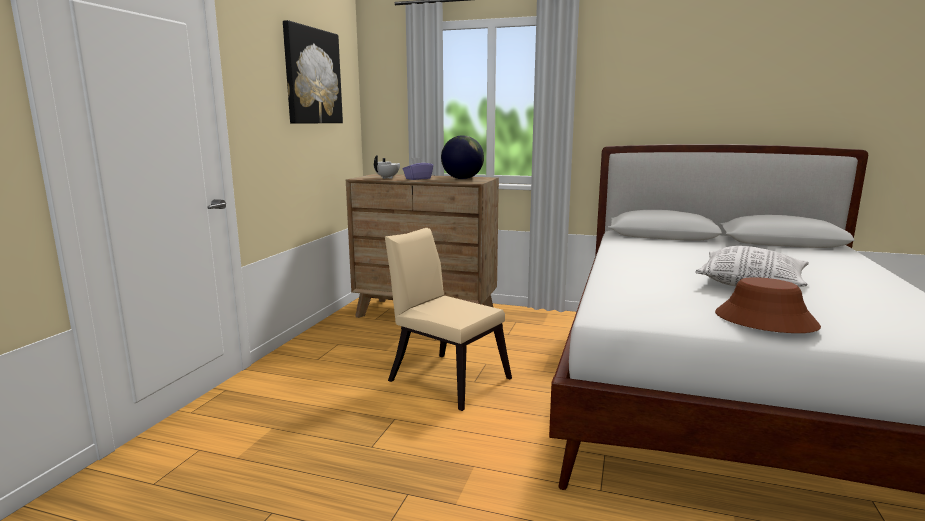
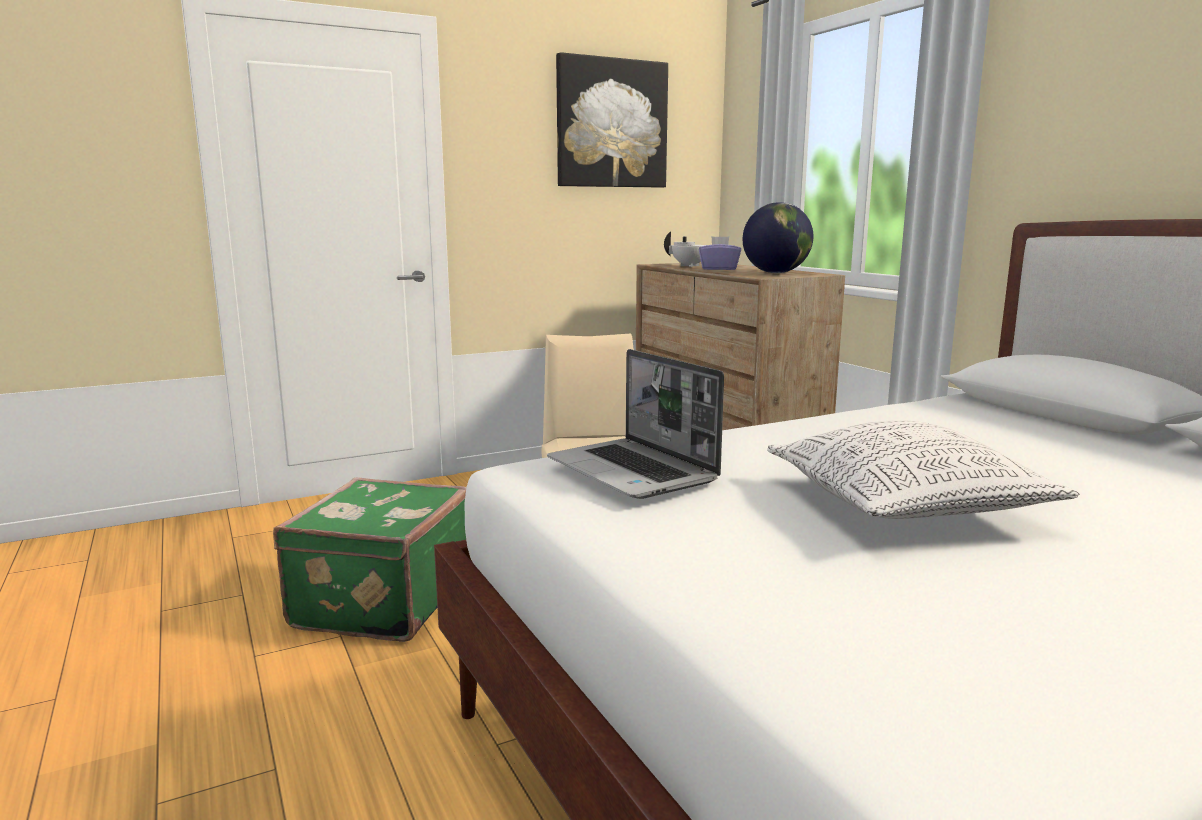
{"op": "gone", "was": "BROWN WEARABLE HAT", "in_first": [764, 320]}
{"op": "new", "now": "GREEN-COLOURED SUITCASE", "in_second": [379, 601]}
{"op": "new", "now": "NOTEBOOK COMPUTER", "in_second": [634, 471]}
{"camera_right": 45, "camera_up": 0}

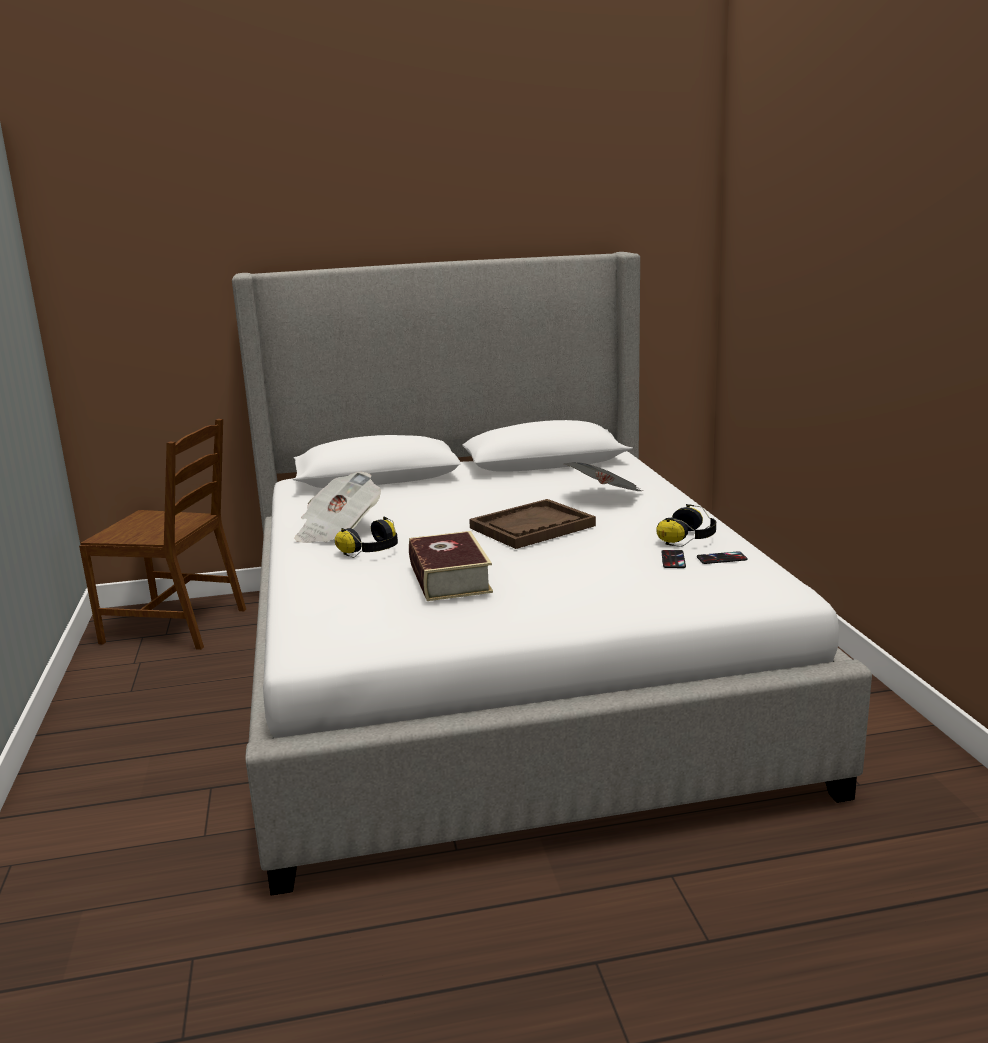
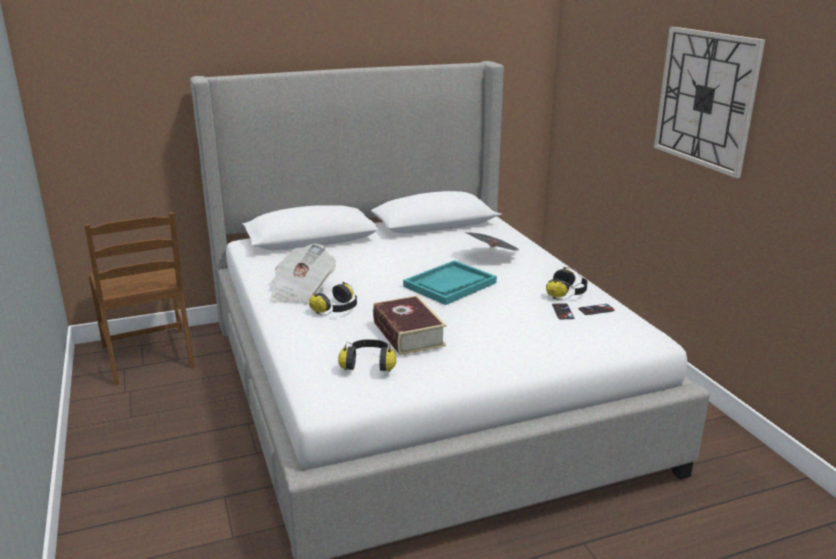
{"op": "new", "now": "HEADSET", "in_second": [368, 364]}
{"op": "new", "now": "CLOCK ON THE WALL", "in_second": [706, 99]}
{"op": "repainted", "was": "BROWN TRAY", "now": "BLUE-GREEN TRAY", "in_first": [532, 527], "in_second": [450, 285]}
{"op": "rotated", "was": "BROWN UPRIGHT CHAIR", "in_first": [177, 625], "in_second": [149, 356], "clockwise": 60}
{"camera_right": -10, "camera_up": 5}

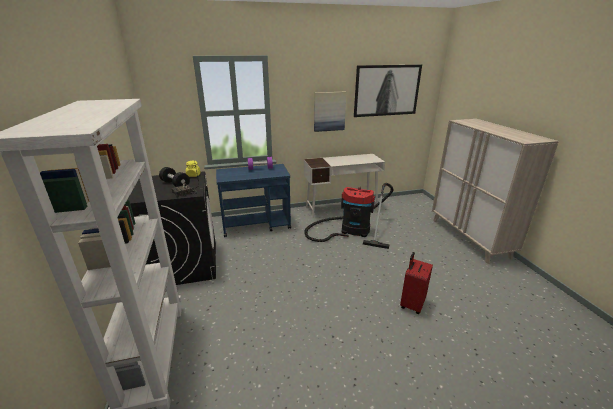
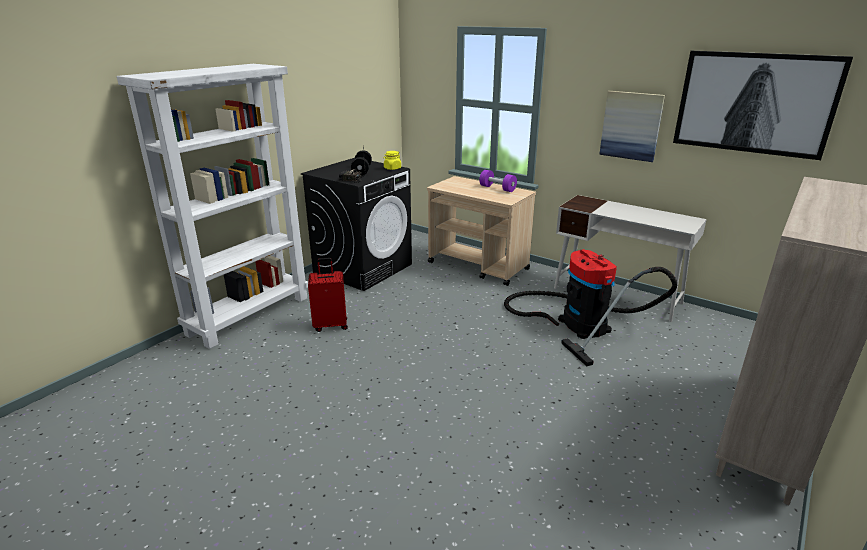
{"op": "shifted", "was": "REDDISH SUITCASE", "in_first": [411, 304], "in_second": [330, 325]}
{"op": "repainted", "was": "BLUE-COLOURED CART", "now": "BEIGE CART", "in_first": [257, 225], "in_second": [478, 266]}
{"camera_right": 50, "camera_up": 0}

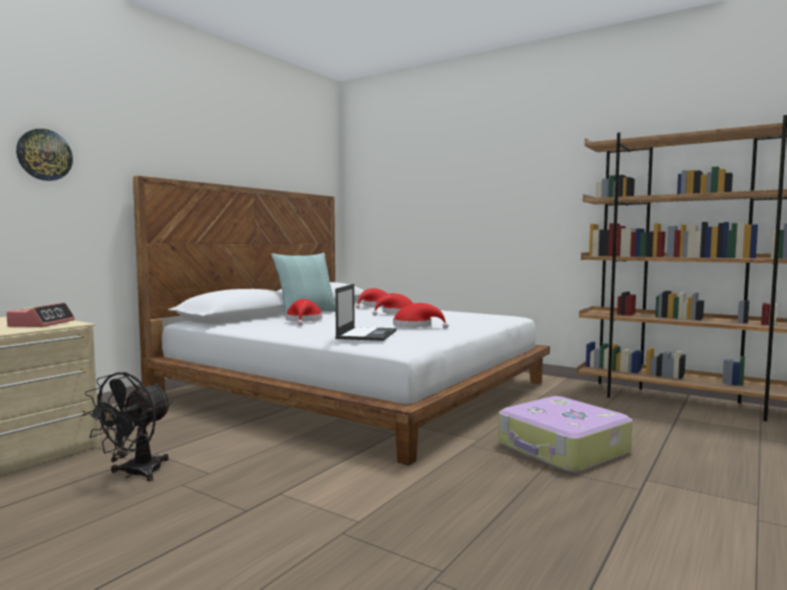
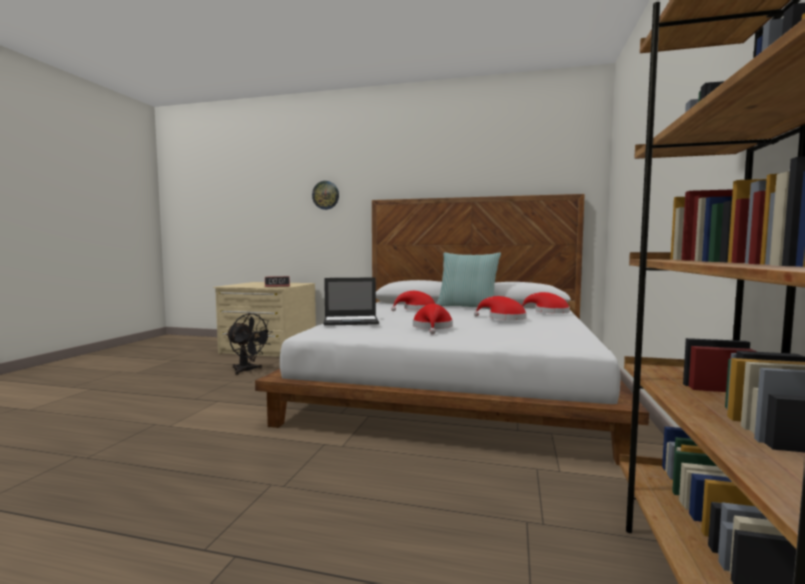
{"op": "gone", "was": "SUITCASE", "in_first": [562, 449]}
{"op": "rotated", "was": "BLACK-COLOURED ELECTRIC FAN", "in_first": [135, 474], "in_second": [247, 370], "clockwise": -150}
{"camera_right": 70, "camera_up": 0}

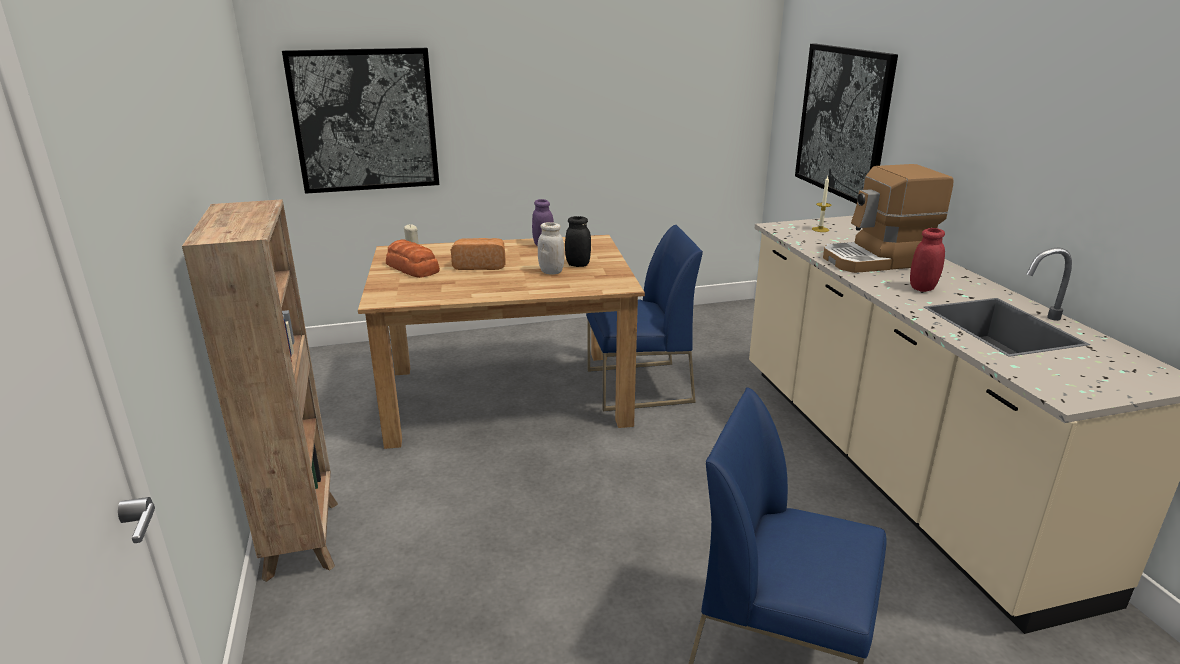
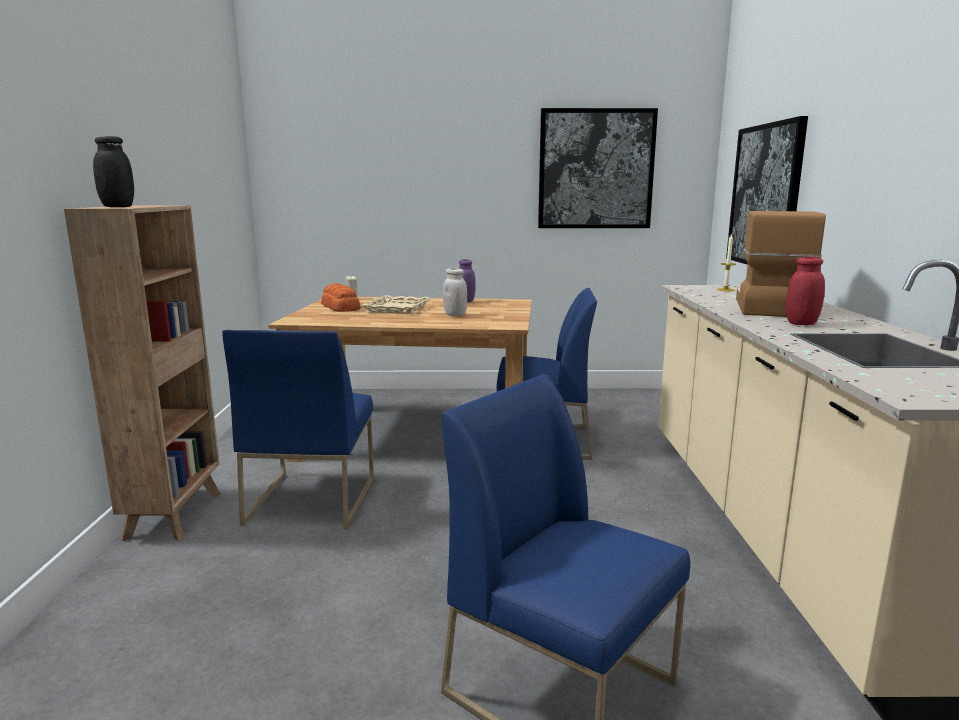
{"op": "new", "now": "BLUE-COLOURED UPRIGHT CHAIR", "in_second": [311, 499]}
{"op": "shifted", "was": "WALL ART", "in_first": [365, 121], "in_second": [595, 169]}
{"op": "shifted", "was": "BLACK-COLOURED STORAGE JAR", "in_first": [578, 264], "in_second": [117, 207]}
{"op": "swapped", "was": "BAKED BREAD", "now": "BEIGE TRAY", "in_first": [480, 265], "in_second": [398, 309]}
{"op": "rotated", "was": "COFFEE MACHINE", "in_first": [878, 260], "in_second": [769, 307], "clockwise": 105}
{"camera_right": 15, "camera_up": -10}

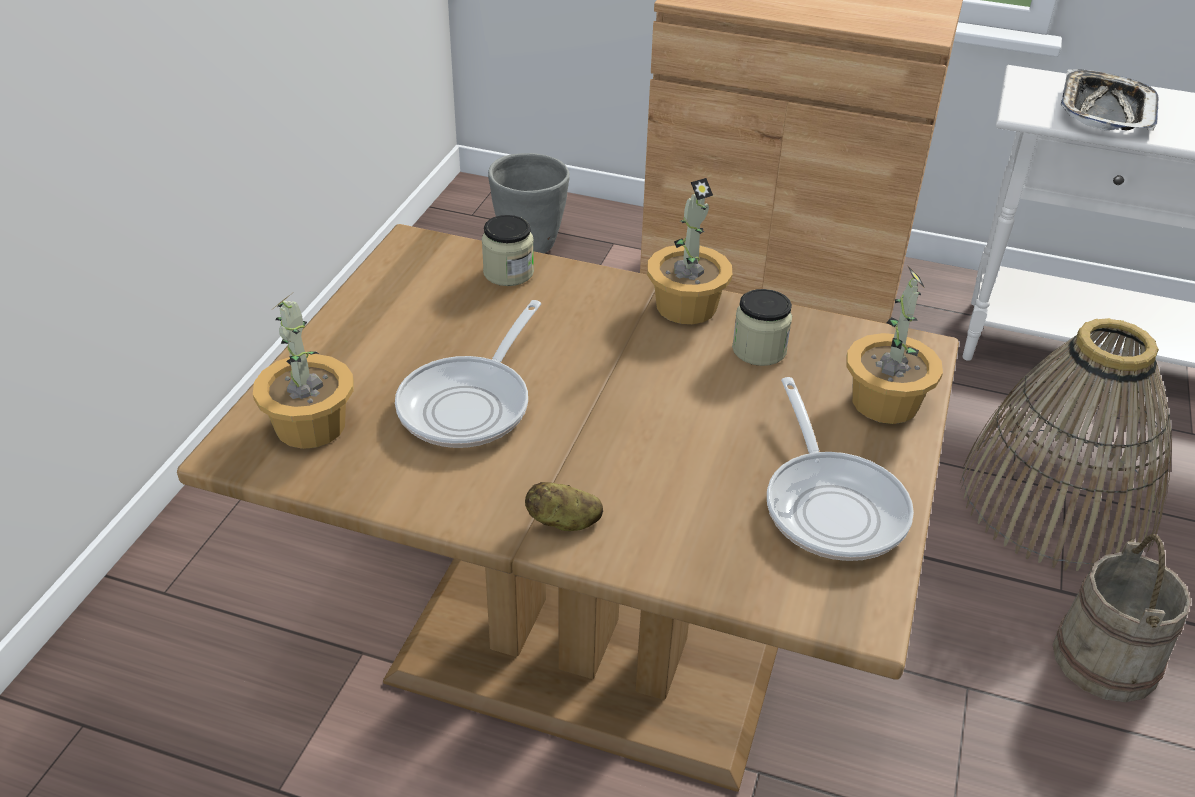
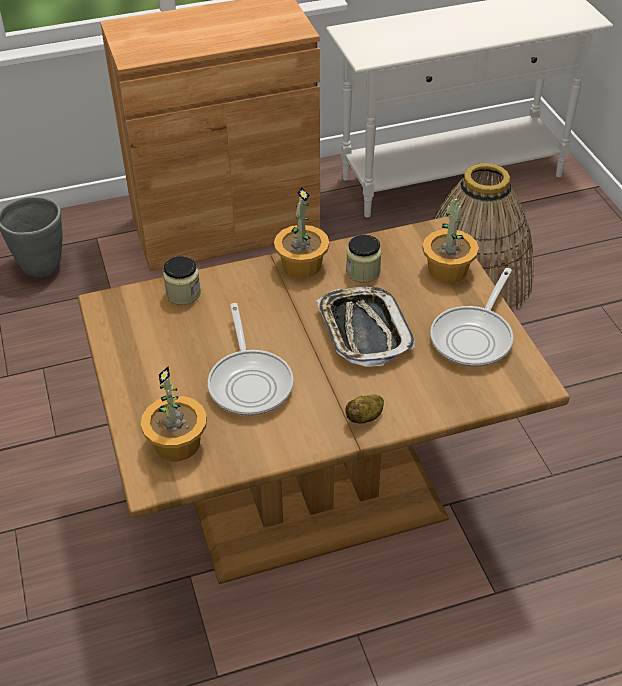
{"op": "gone", "was": "BEIGE BUCKET", "in_first": [1106, 659]}
{"op": "shifted", "was": "TRAY", "in_first": [1104, 110], "in_second": [363, 331]}
{"op": "rotated", "was": "SKILLET", "in_first": [832, 505], "in_second": [474, 337], "clockwise": 75}
{"camera_right": -35, "camera_up": 5}

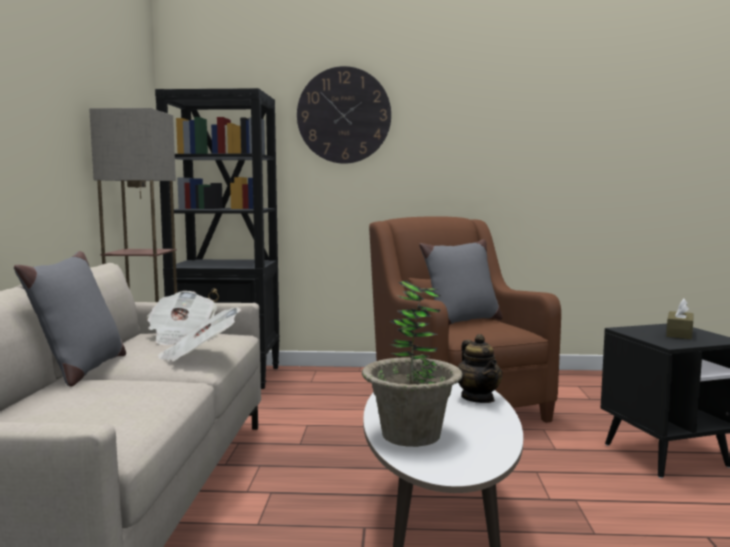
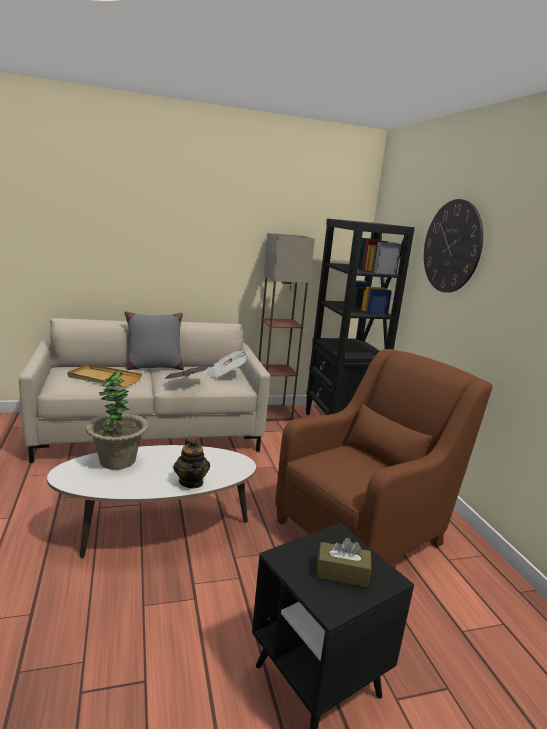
{"op": "gone", "was": "GRAY PILLOW", "in_first": [461, 321]}
{"op": "new", "now": "BEIGE TRAY", "in_second": [104, 378]}
{"op": "rotated", "was": "TEAPOT", "in_first": [478, 398], "in_second": [191, 482], "clockwise": -75}
{"camera_right": 70, "camera_up": 10}

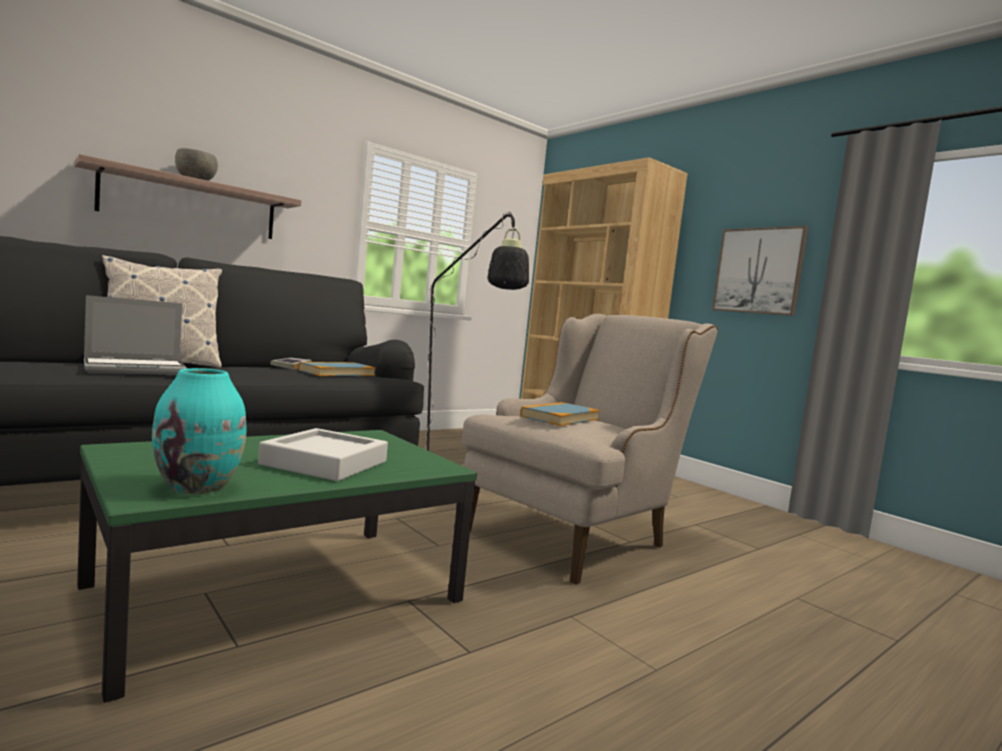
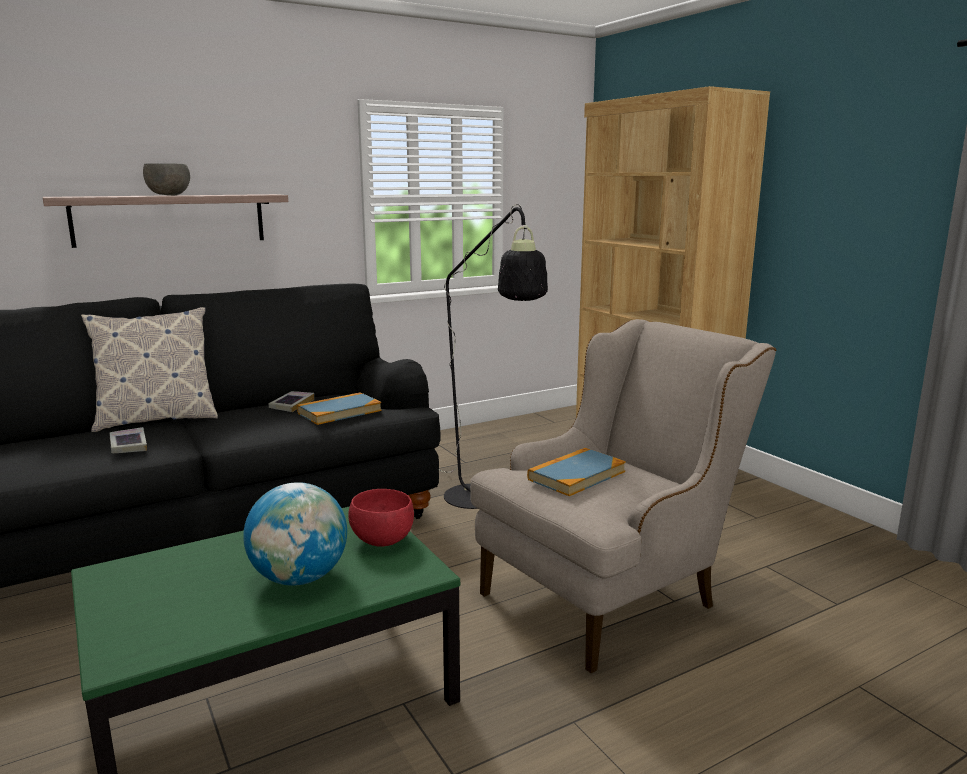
{"op": "gone", "was": "BLUE-GREEN FLOWER VASE", "in_first": [198, 487]}
{"op": "gone", "was": "WALL ART", "in_first": [758, 271]}
{"op": "new", "now": "REDDISH BOWL", "in_second": [382, 541]}
{"op": "swapped", "was": "NOTEBOOK COMPUTER", "now": "VOLUME", "in_first": [137, 369], "in_second": [128, 445]}
{"op": "swapped", "was": "GRAY TRAY", "now": "WORLD GLOBE", "in_first": [325, 463], "in_second": [299, 578]}
{"camera_right": 10, "camera_up": 10}

